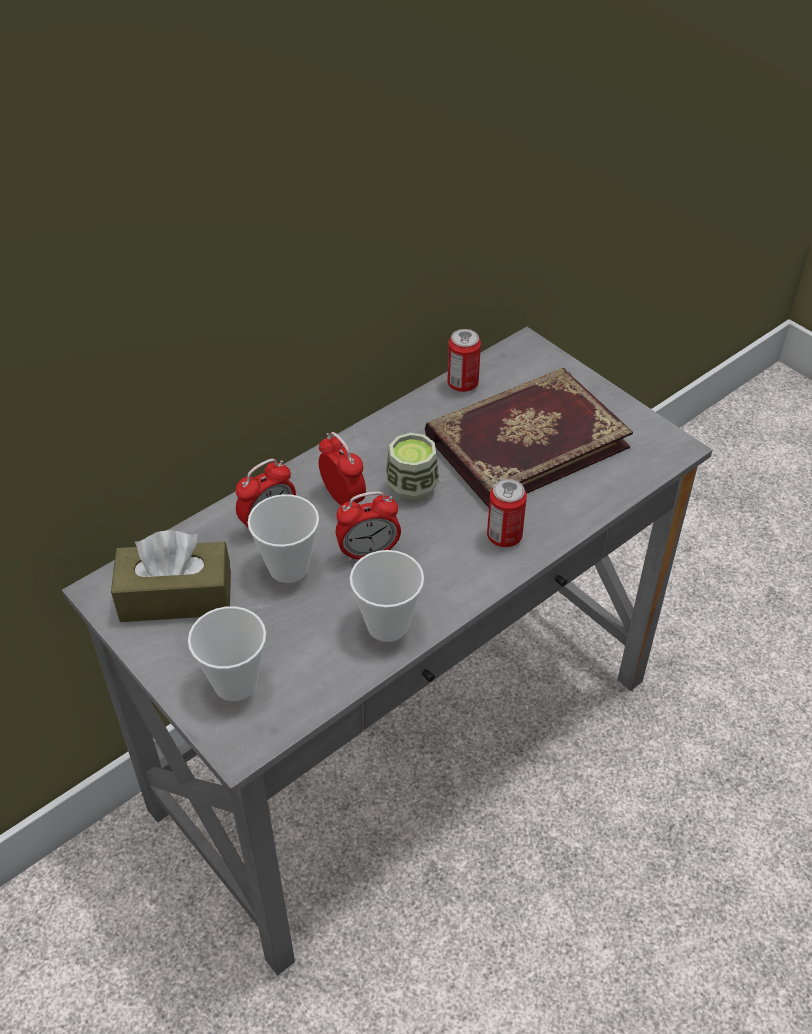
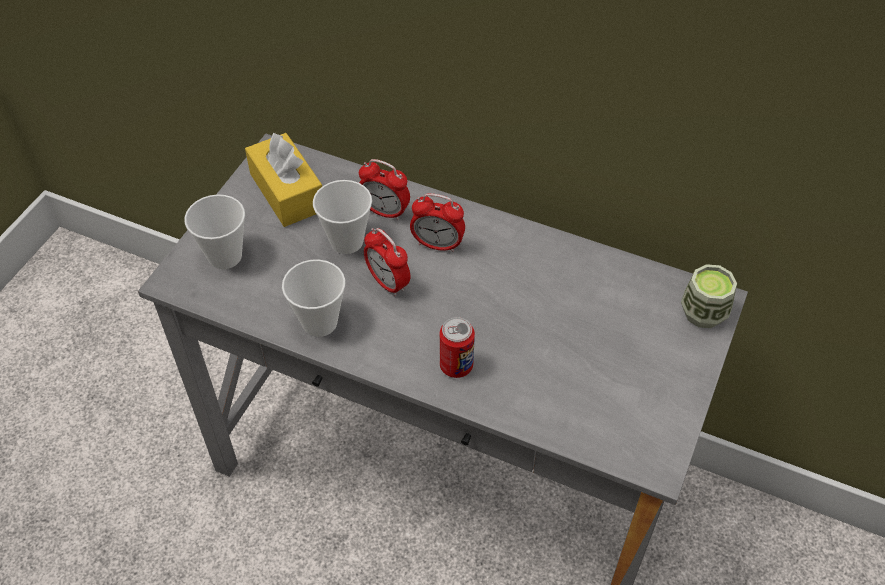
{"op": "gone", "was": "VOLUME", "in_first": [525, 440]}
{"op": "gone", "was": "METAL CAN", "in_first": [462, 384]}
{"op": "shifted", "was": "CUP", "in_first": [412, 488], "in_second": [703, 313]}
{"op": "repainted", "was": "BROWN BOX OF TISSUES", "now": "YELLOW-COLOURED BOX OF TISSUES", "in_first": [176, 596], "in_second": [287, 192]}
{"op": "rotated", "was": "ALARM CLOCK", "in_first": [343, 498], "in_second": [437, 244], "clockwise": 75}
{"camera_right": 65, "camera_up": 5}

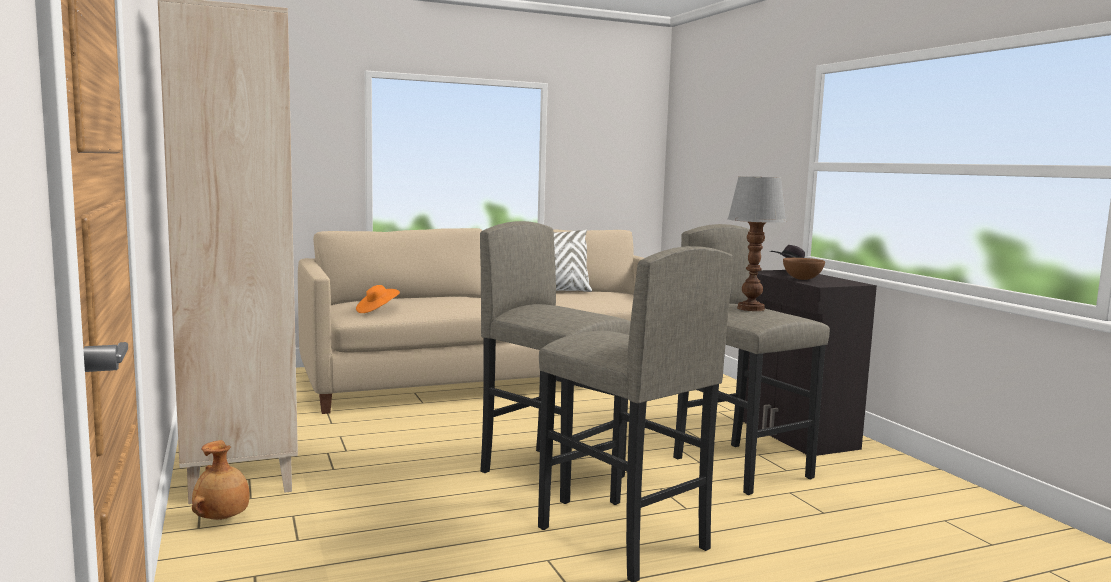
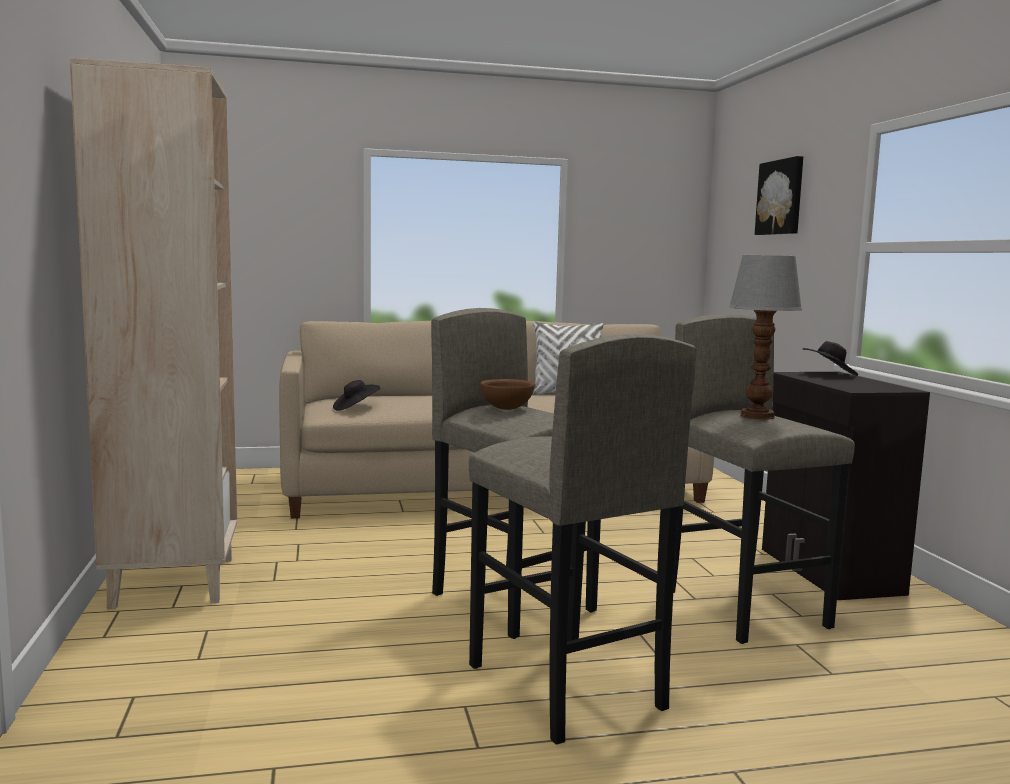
{"op": "gone", "was": "BROWN FLOWER VASE", "in_first": [222, 519]}
{"op": "new", "now": "WALL ART", "in_second": [781, 197]}
{"op": "shifted", "was": "BROWN BOWL", "in_first": [802, 279], "in_second": [506, 408]}
{"op": "repainted", "was": "ORANGE-COLOURED WEARABLE HAT", "now": "BLACK-COLOURED WEARABLE HAT", "in_first": [377, 311], "in_second": [355, 408]}
{"camera_right": 10, "camera_up": 0}

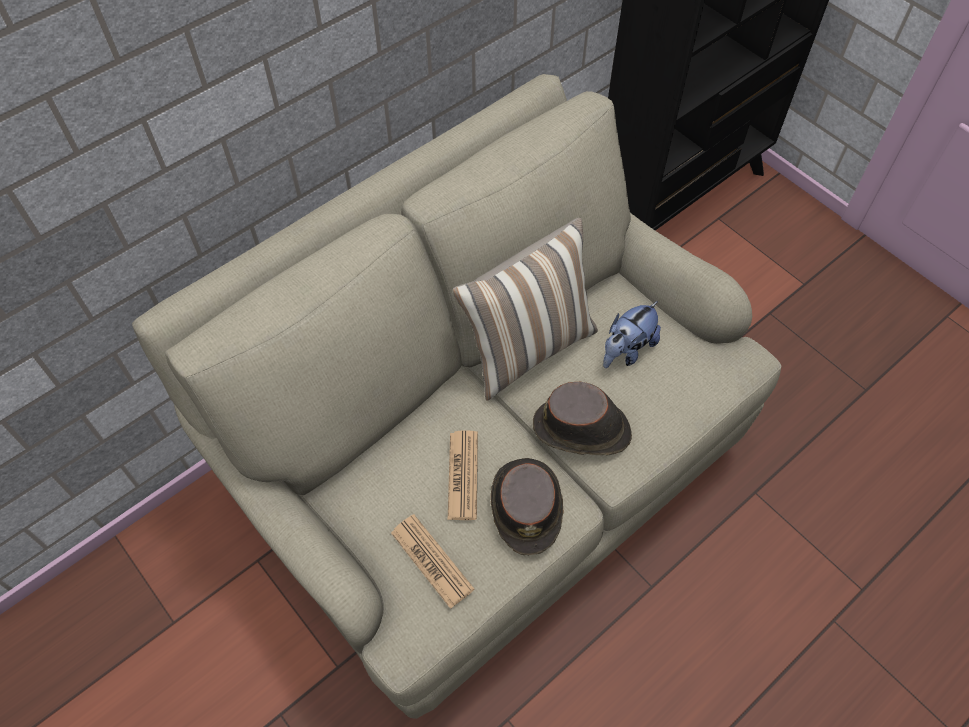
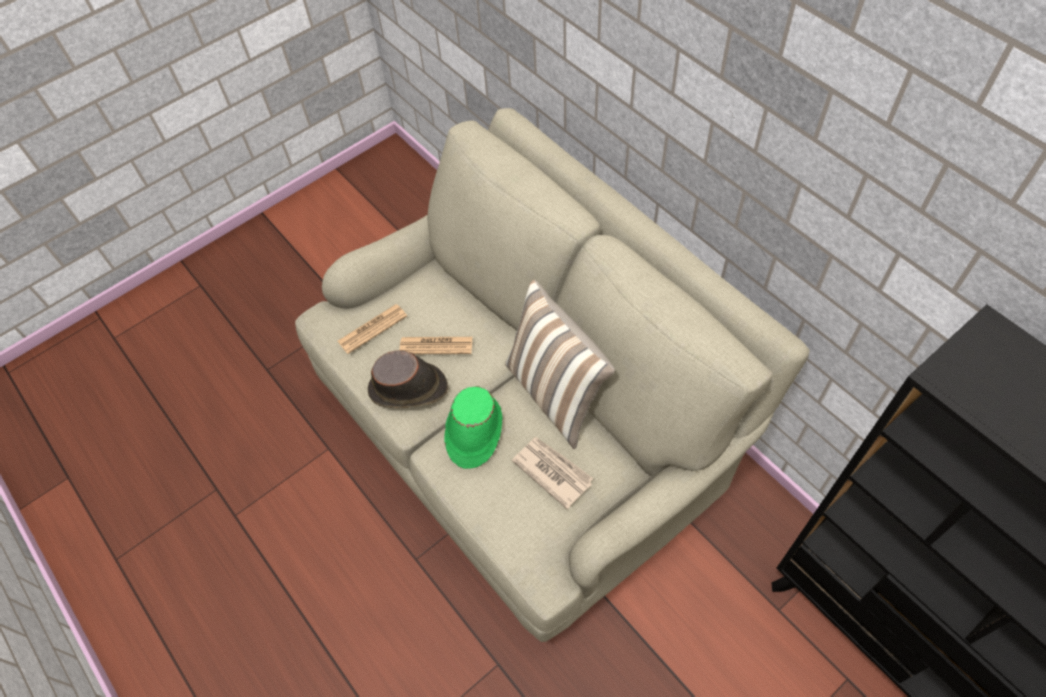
{"op": "swapped", "was": "PLUSH TOY", "now": "DAILY PAPER", "in_first": [627, 350], "in_second": [552, 471]}
{"op": "repainted", "was": "BROWN WEARABLE HAT", "now": "GREEN-COLOURED WEARABLE HAT", "in_first": [582, 430], "in_second": [473, 432]}
{"camera_right": 95, "camera_up": 0}

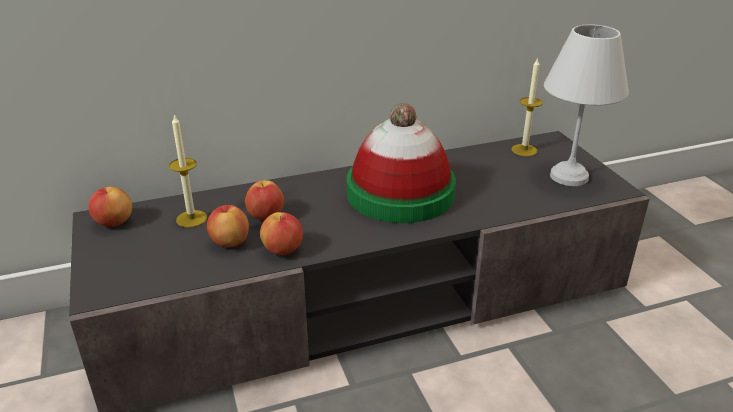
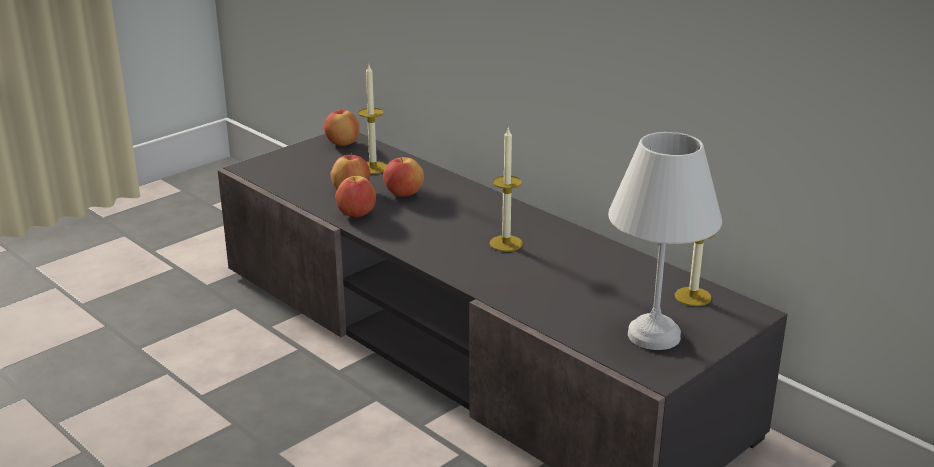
{"op": "swapped", "was": "WEARABLE HAT", "now": "WAX LIGHT", "in_first": [400, 193], "in_second": [506, 243]}
{"camera_right": 65, "camera_up": -5}

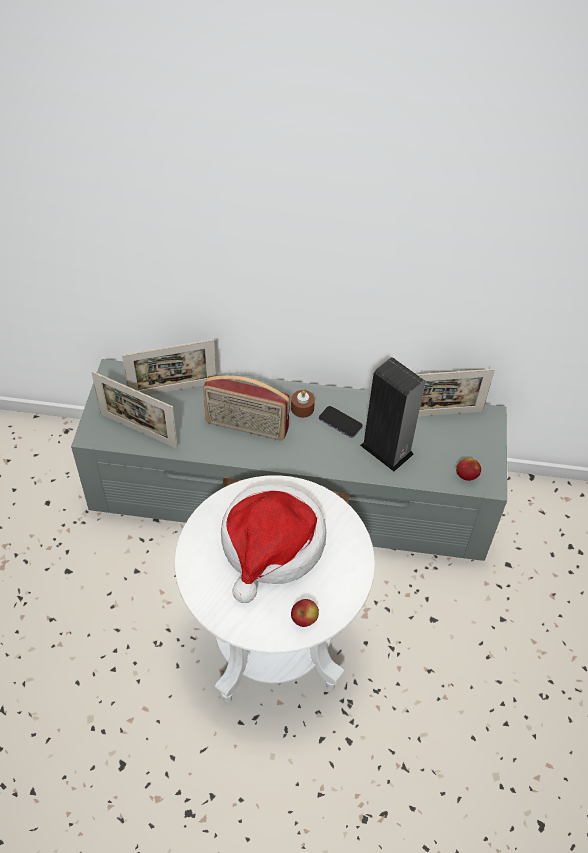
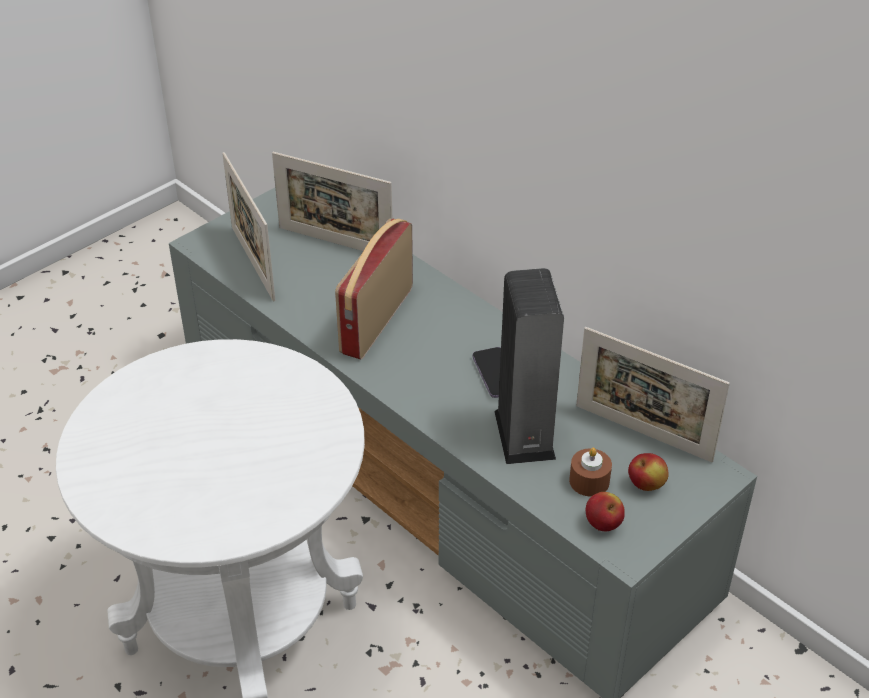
{"op": "gone", "was": "WEARABLE HAT", "in_first": [271, 546]}
{"op": "shifted", "was": "BROWN WAX LIGHT", "in_first": [302, 408], "in_second": [589, 481]}
{"op": "shifted", "was": "WHOLE APPLE", "in_first": [304, 619], "in_second": [646, 485]}
{"op": "rotated", "was": "RADIO RECEIVER", "in_first": [246, 427], "in_second": [375, 320], "clockwise": 60}
{"camera_right": 40, "camera_up": -10}

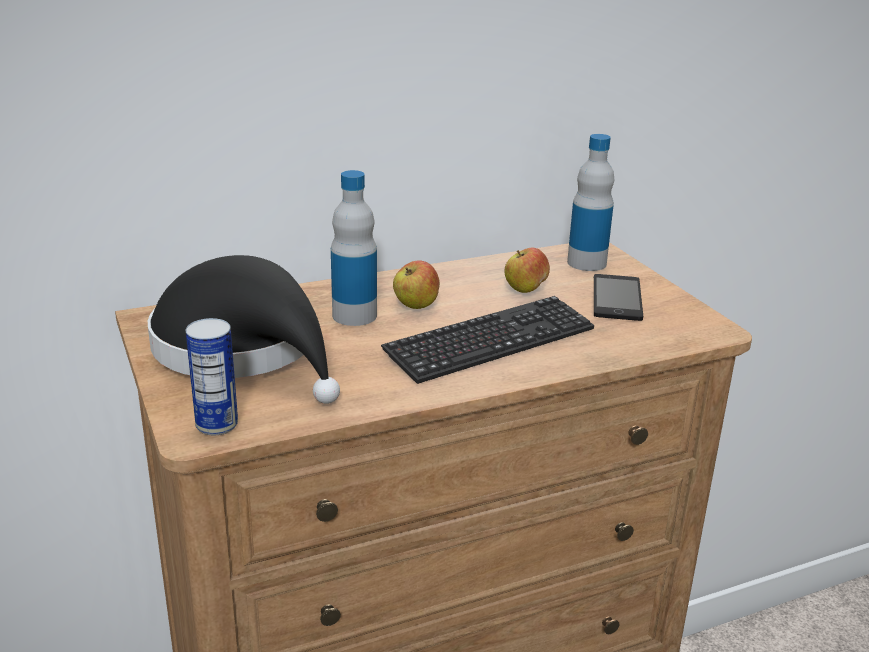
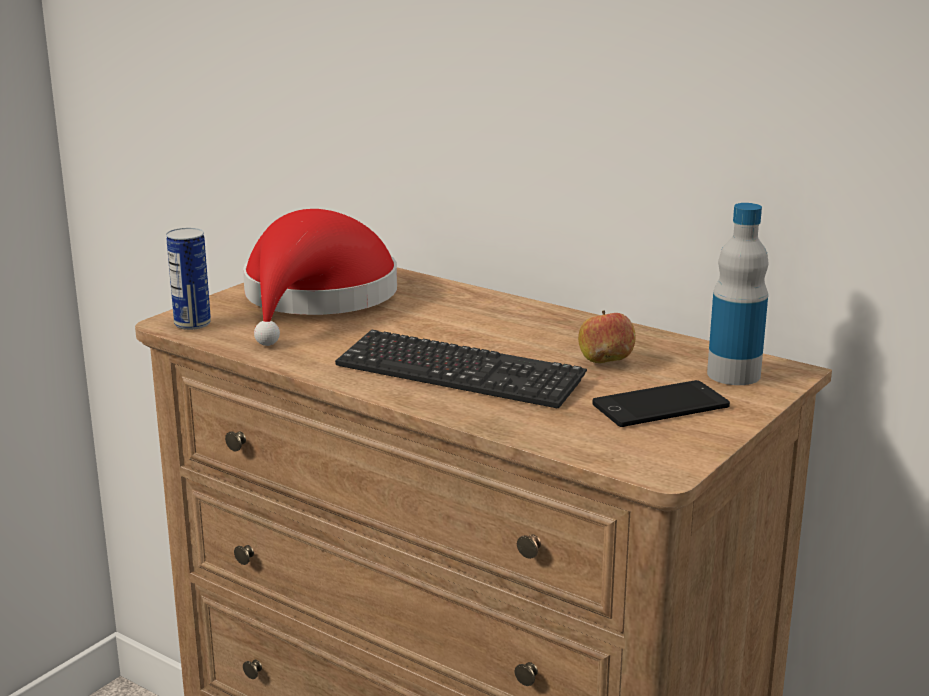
{"op": "gone", "was": "BOTTLE", "in_first": [354, 315]}
{"op": "gone", "was": "WHOLE APPLE", "in_first": [416, 305]}
{"op": "repainted", "was": "BLACK-COLOURED WEARABLE HAT", "now": "REDDISH WEARABLE HAT", "in_first": [244, 350], "in_second": [316, 300]}
{"camera_right": 60, "camera_up": -5}

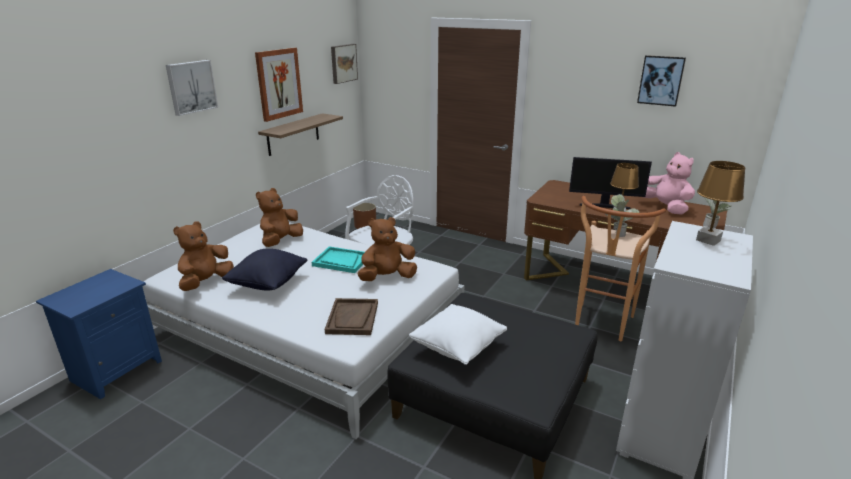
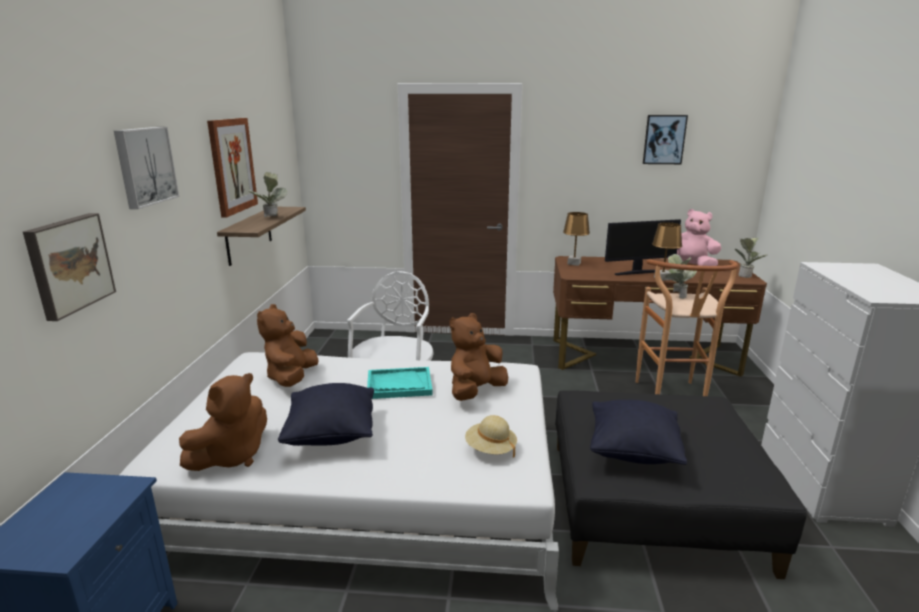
{"op": "gone", "was": "BROWN PLANTER", "in_first": [365, 225]}
{"op": "new", "now": "PLANT IN A POT", "in_second": [272, 218]}
{"op": "shifted", "was": "WALL ART", "in_first": [343, 63], "in_second": [68, 264]}
{"op": "shifted", "was": "BROWN TABLE LAMP", "in_first": [708, 240], "in_second": [574, 263]}
{"op": "swapped", "was": "BROWN TRAY", "now": "BEIGE WEARABLE HAT", "in_first": [352, 318], "in_second": [490, 449]}
{"op": "repainted", "was": "WHITE-COLOURED PILLOW", "now": "BLACK-COLOURED PILLOW", "in_first": [458, 348], "in_second": [633, 452]}
{"op": "rotated", "was": "BROWN PLUSH TOY", "in_first": [206, 282], "in_second": [232, 456], "clockwise": -150}
{"camera_right": -25, "camera_up": -5}

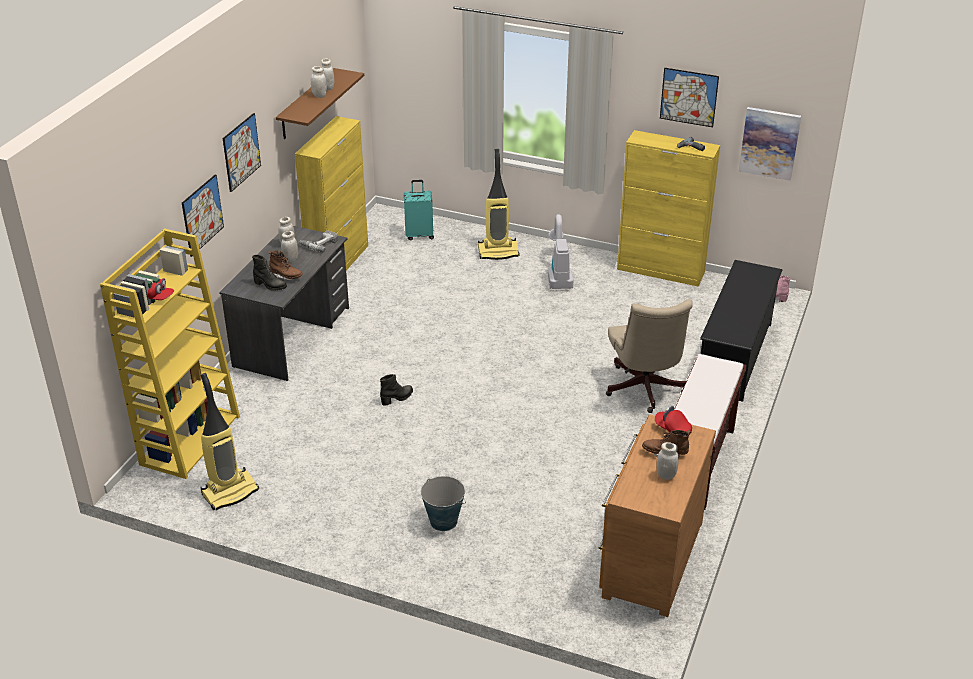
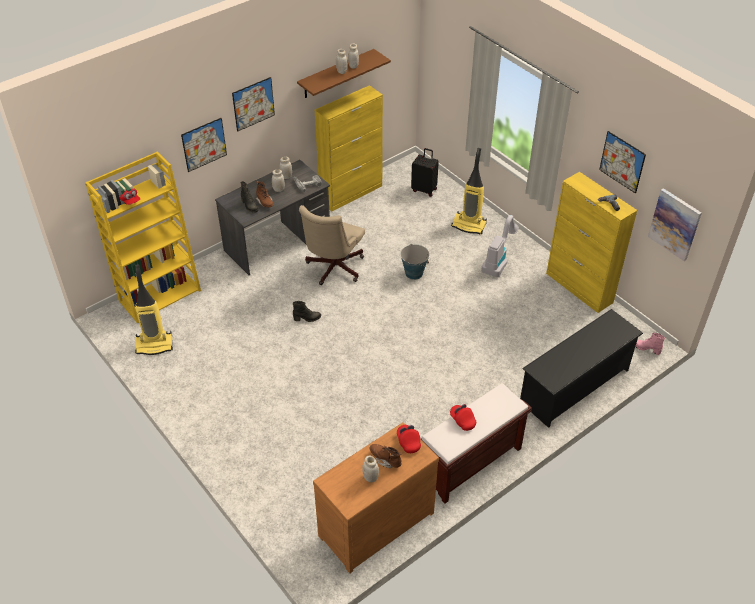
{"op": "new", "now": "REDDISH CAP", "in_second": [462, 420]}
{"op": "shifted", "was": "BUCKET", "in_first": [443, 521], "in_second": [414, 273]}
{"op": "shifted", "was": "BEIGE OFFICE CHAIR", "in_first": [644, 391], "in_second": [333, 269]}
{"op": "repainted", "was": "BLUE-GREEN SUITCASE", "now": "BLACK-COLOURED SUITCASE", "in_first": [419, 235], "in_second": [424, 189]}
{"camera_right": 30, "camera_up": 10}

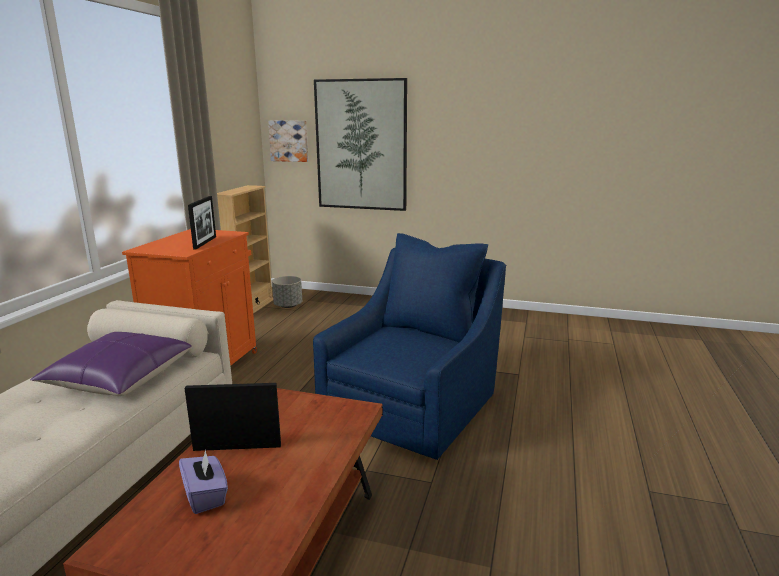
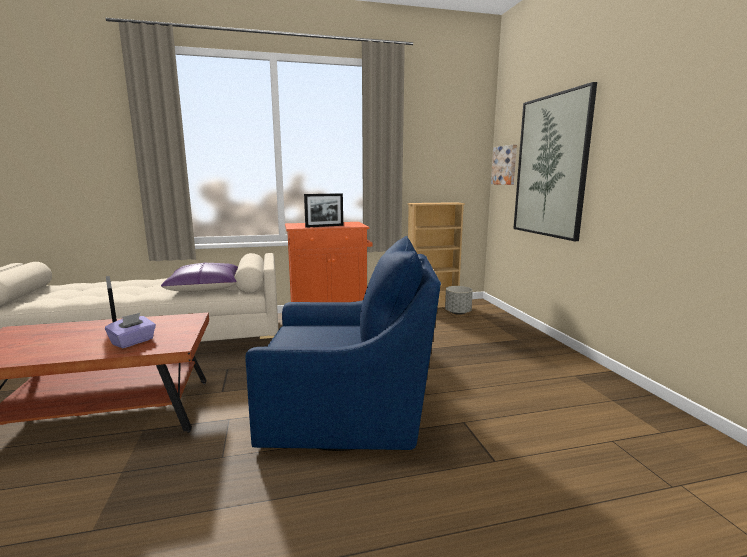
{"op": "shifted", "was": "PURPLE-COLOURED BOX OF TISSUES", "in_first": [206, 496], "in_second": [133, 342]}
{"camera_right": 60, "camera_up": -5}

